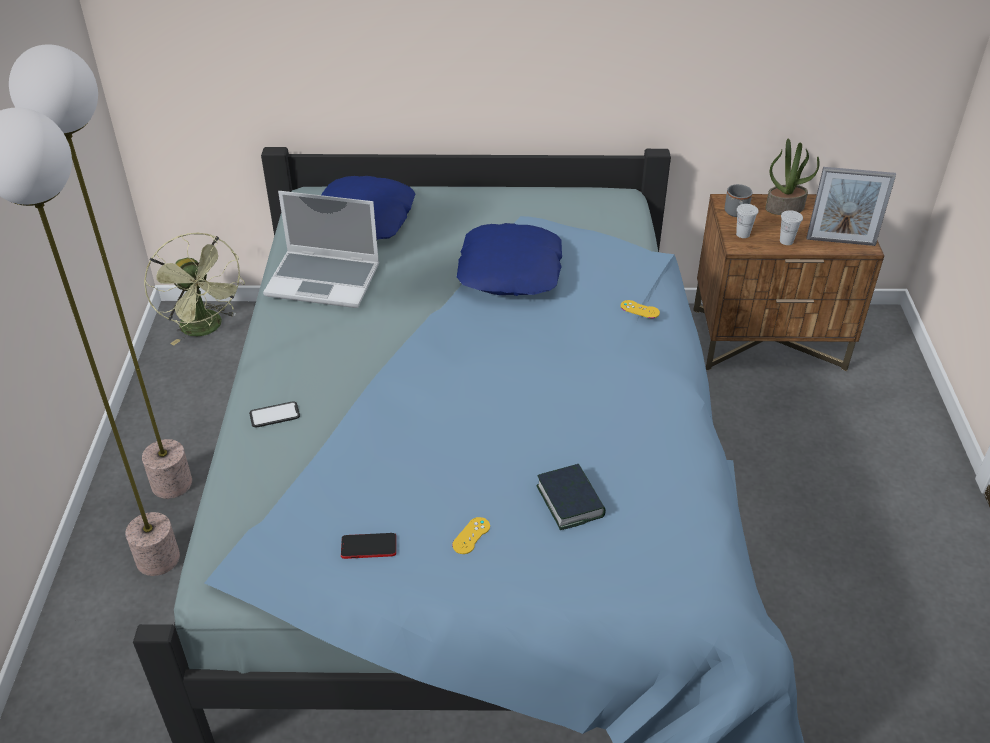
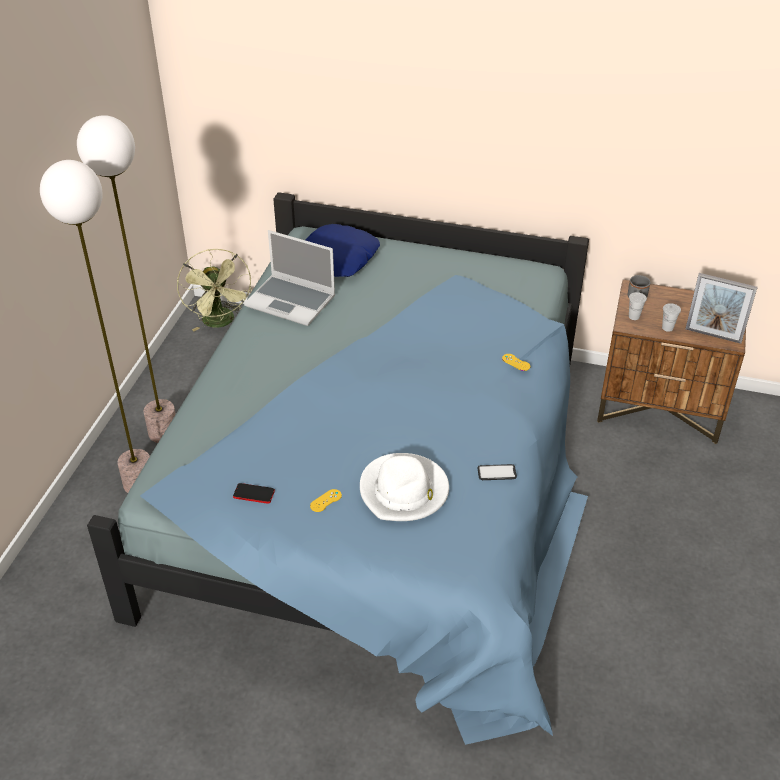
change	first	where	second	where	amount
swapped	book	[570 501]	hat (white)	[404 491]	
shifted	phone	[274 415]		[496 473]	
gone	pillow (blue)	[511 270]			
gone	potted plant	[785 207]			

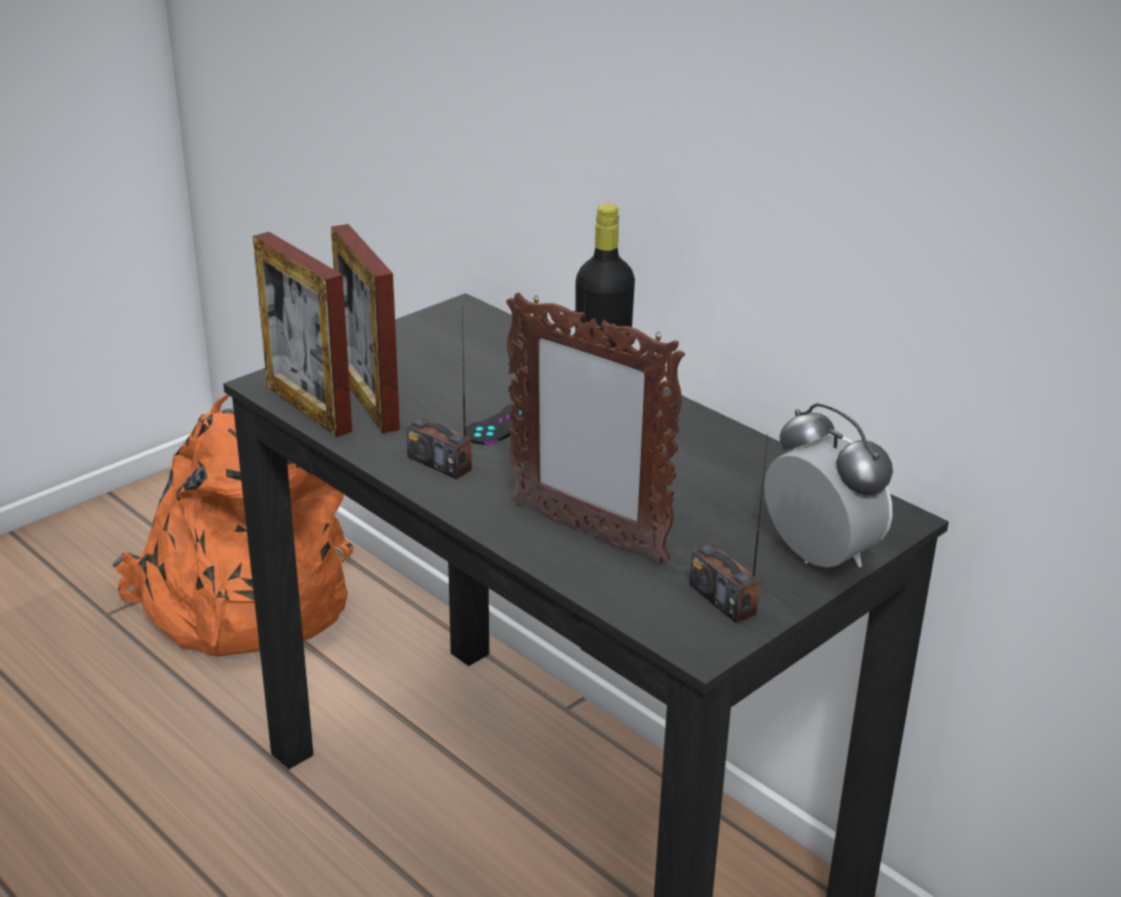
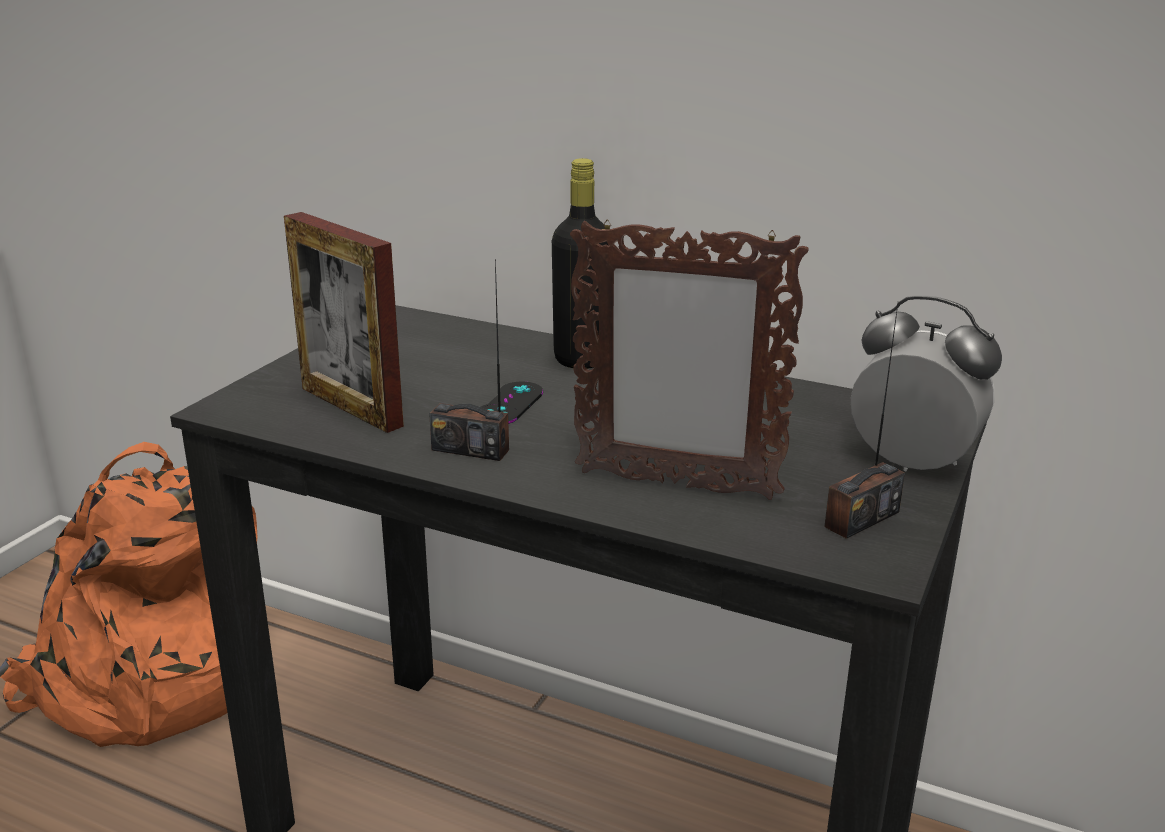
change	first	where	second	where	amount
rotated	radio	[723 599]		[861 519]	75 degrees counterclockwise
gone	picture frame	[308 408]			

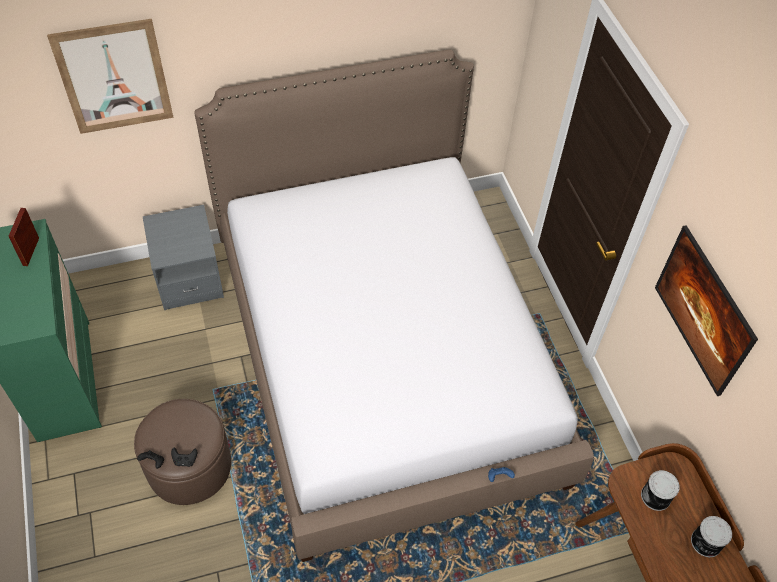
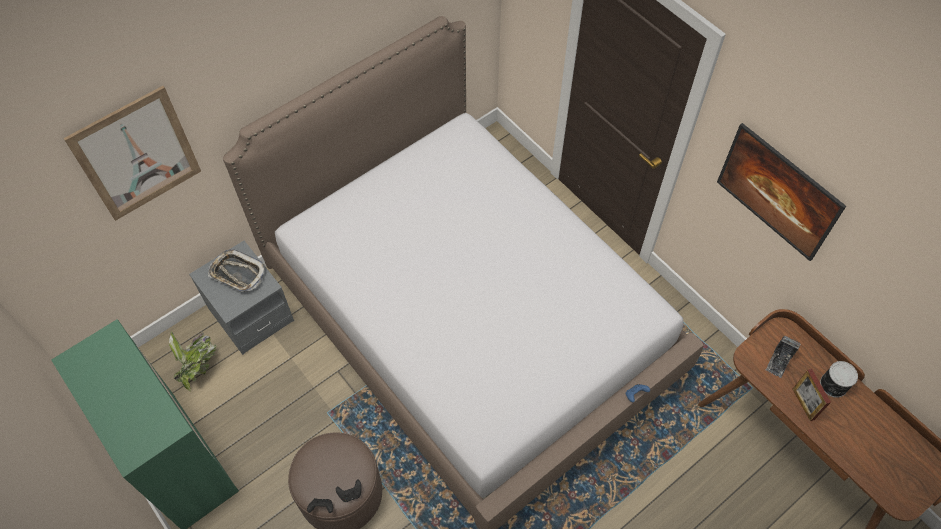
change	first	where	second	where	amount
new			potted plant	[199 366]	
new			tray	[237 273]	
swapped	can	[656 496]	photo camera	[779 362]	
shifted	picture frame	[31 251]		[803 404]	

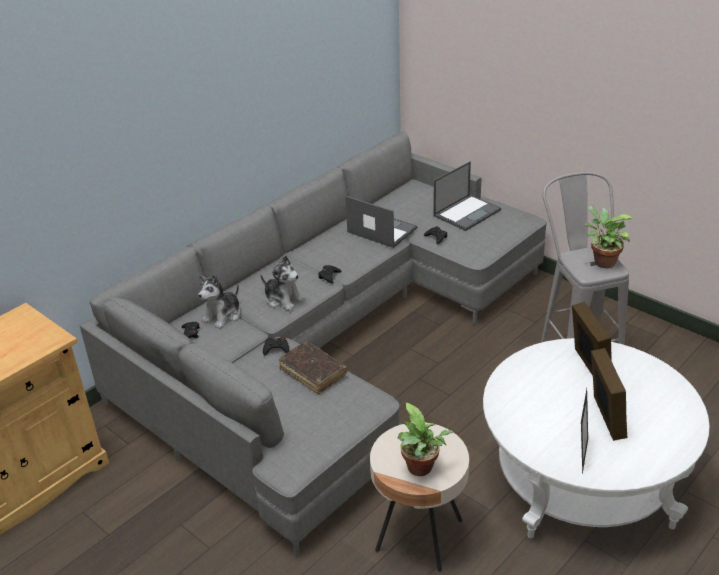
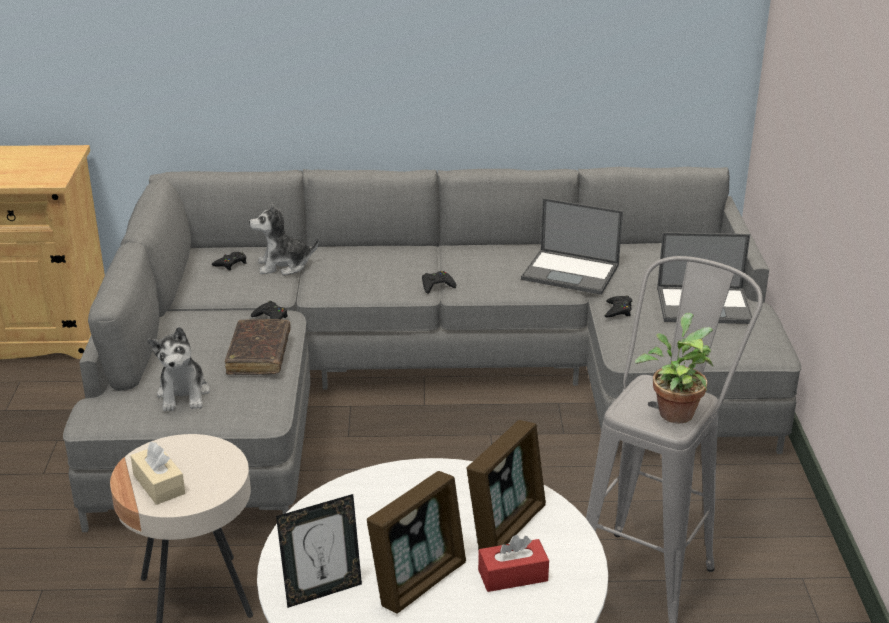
change	first	where	second	where	amount
swapped	potted plant	[421 470]	tissue box (beige)	[159 484]	
shifted	plush toy	[283 299]		[184 394]	
new			tissue box (red)	[513 575]	
rotated	laptop	[381 230]		[571 272]	120 degrees clockwise

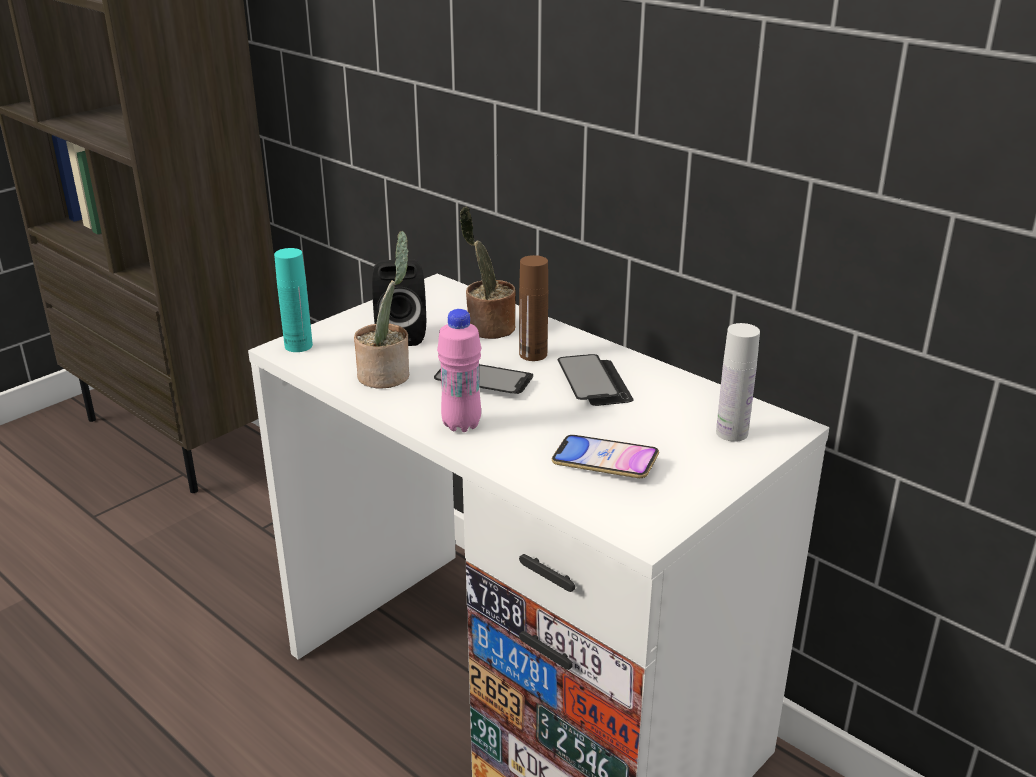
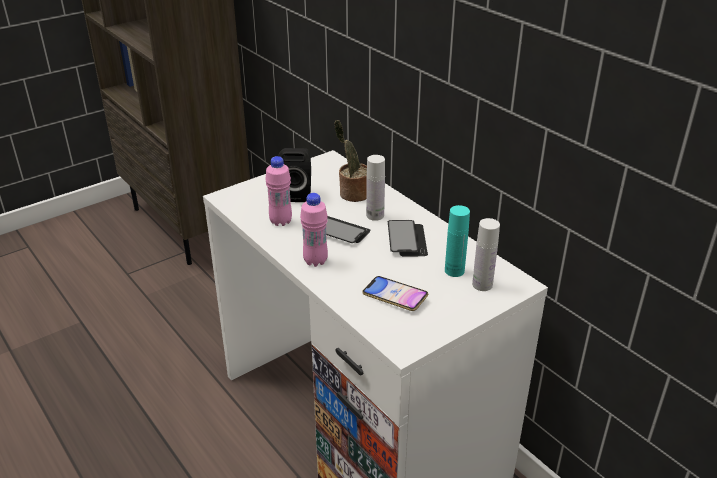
change	first	where	second	where	amount
swapped	potted plant	[387 375]	bottle (pink)	[281 221]	
repainted	bottle (brown)	[533 354]	bottle (white)	[375 215]	
shifted	bottle (turquoise)	[298 346]		[454 271]	

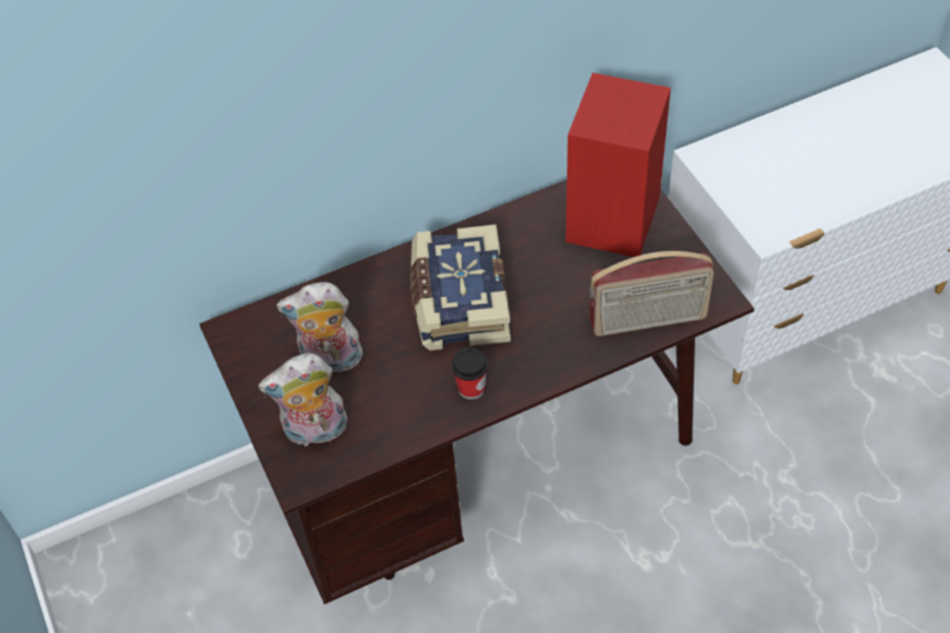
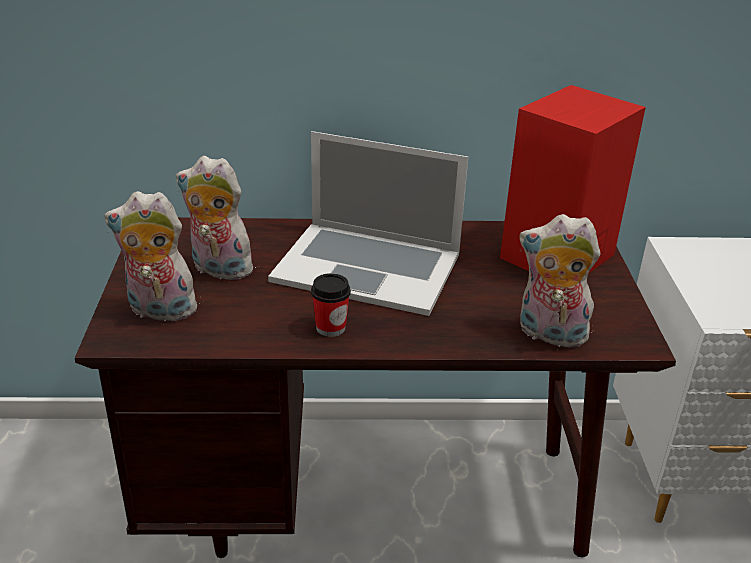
change	first	where	second	where	amount
swapped	book	[458 301]	laptop	[367 267]	
swapped	radio	[648 321]	plush toy	[549 335]	

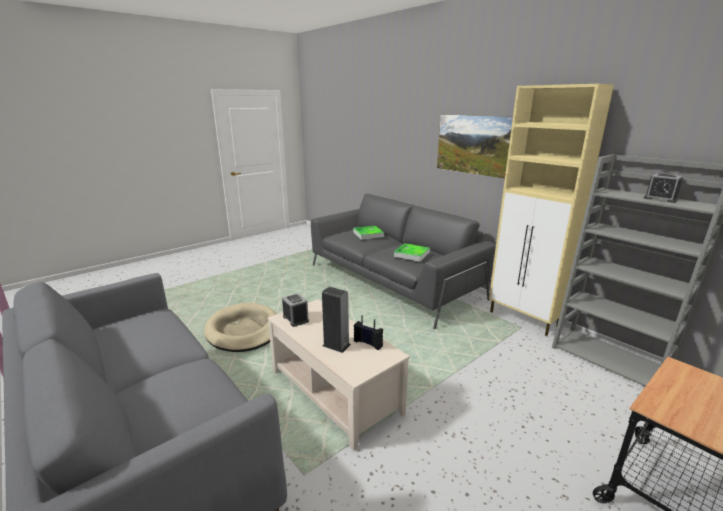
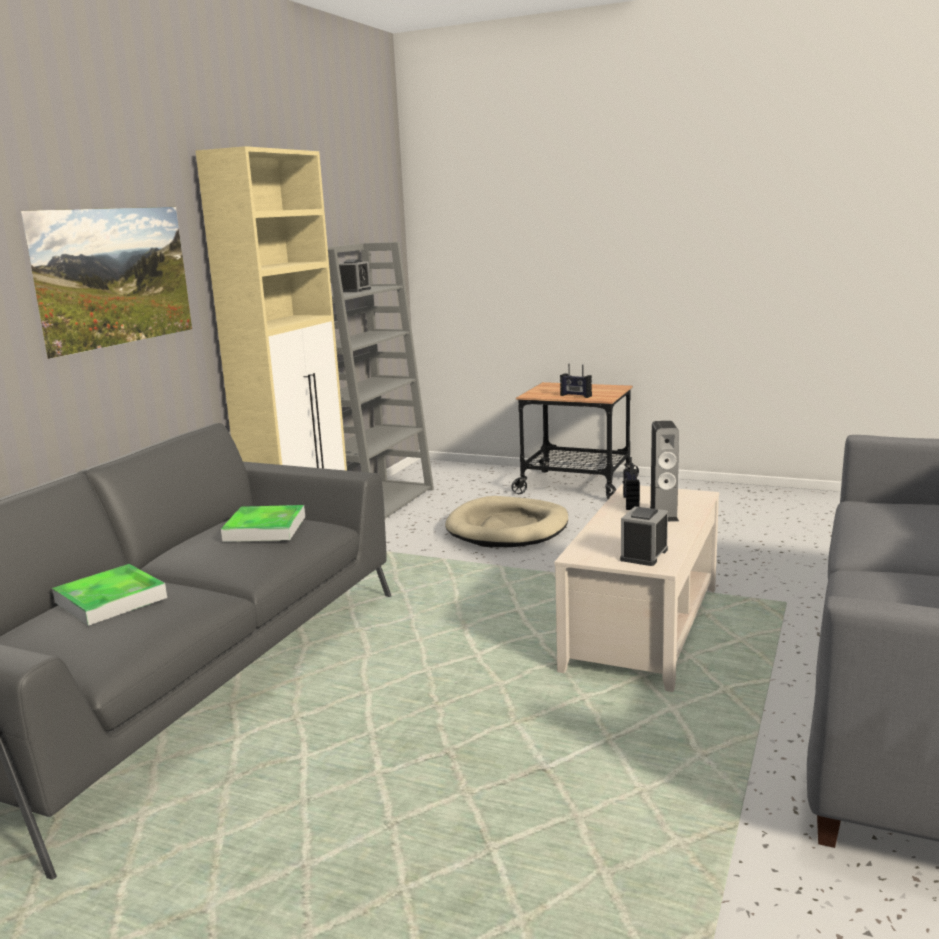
change	first	where	second	where	amount
shifted	dog bed (beige)	[243 330]		[508 528]	
new			radio	[575 396]	

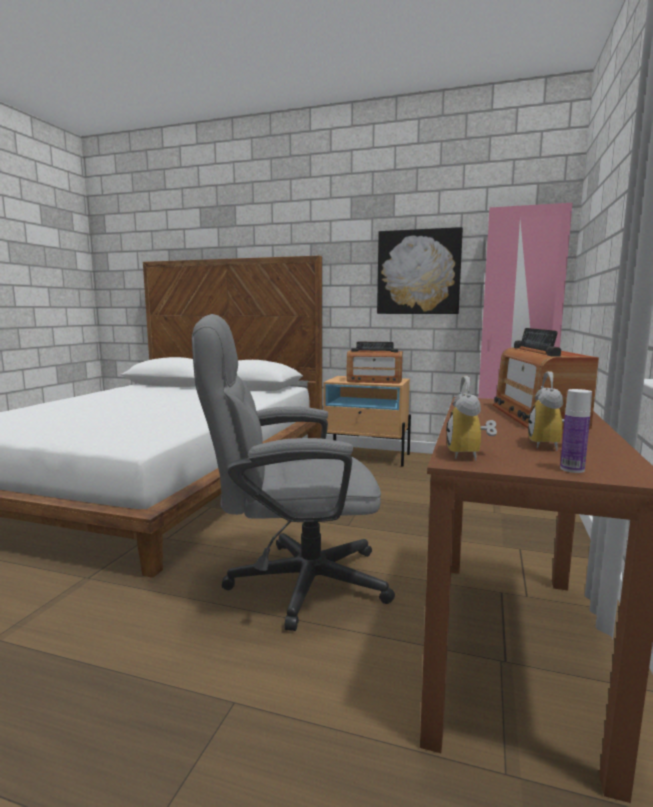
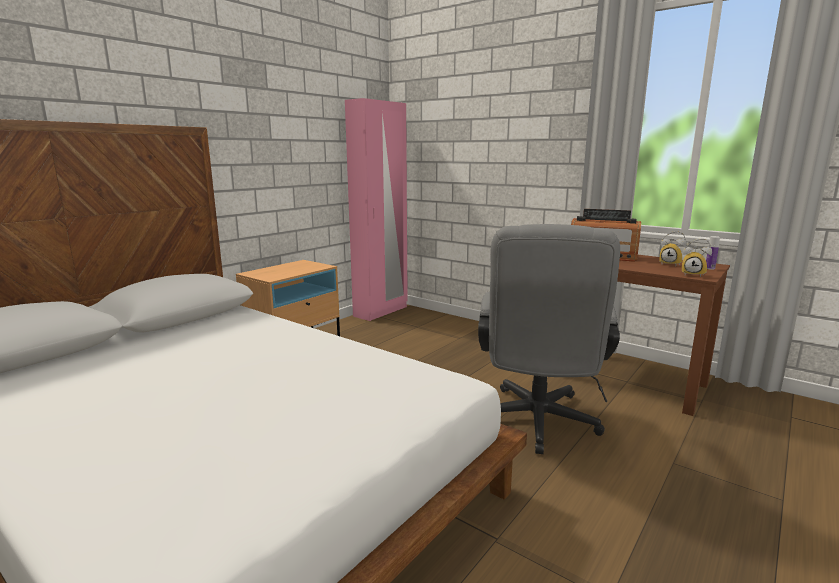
change	first	where	second	where	amount
gone	radio	[374 381]			
gone	picture	[418 272]			

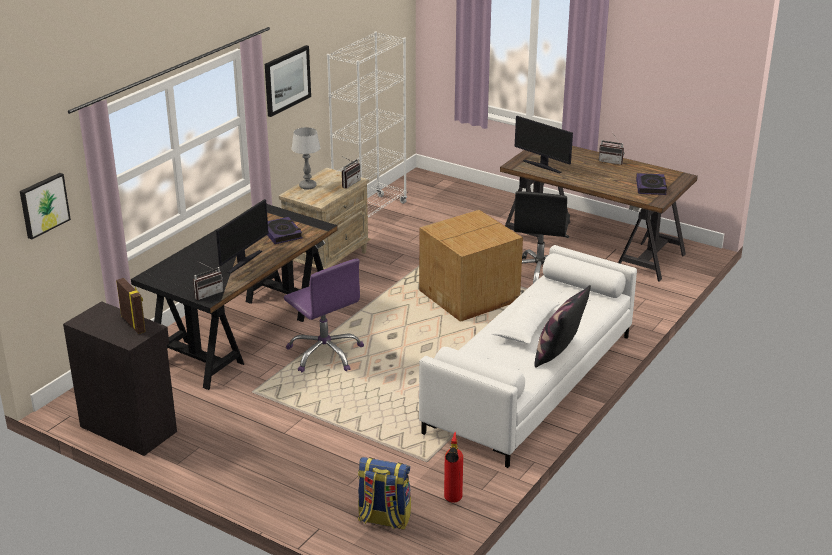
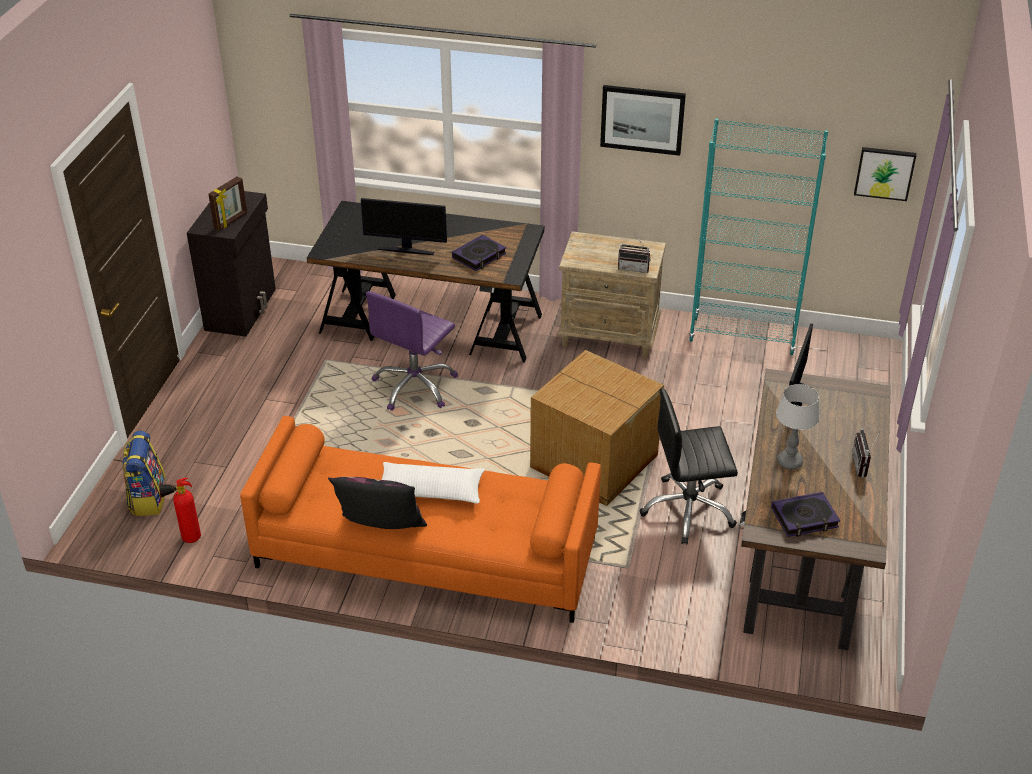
change	first	where	second	where	amount
repainted	sofa (white)	[531 383]	sofa (orange)	[425 553]	
repainted	bookcase (white)	[370 214]	bookcase (turquoise)	[743 336]	
shifted	table lamp	[307 186]		[790 461]	
shifted	picture	[43 205]		[884 172]	
gone	radio	[207 293]			

